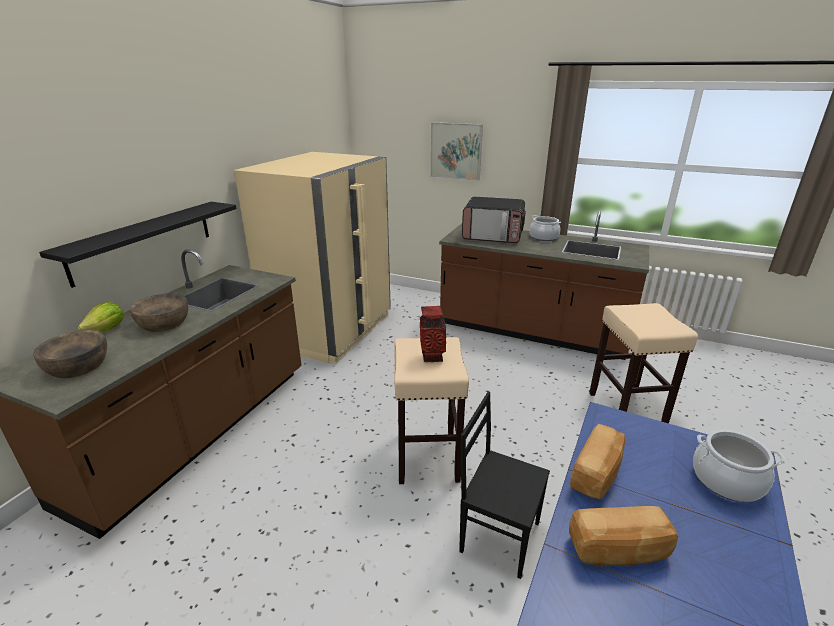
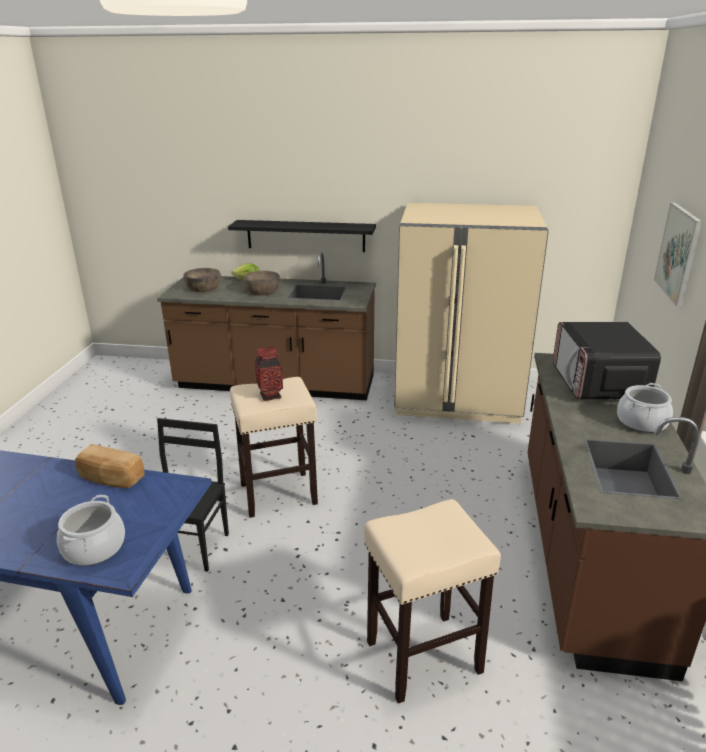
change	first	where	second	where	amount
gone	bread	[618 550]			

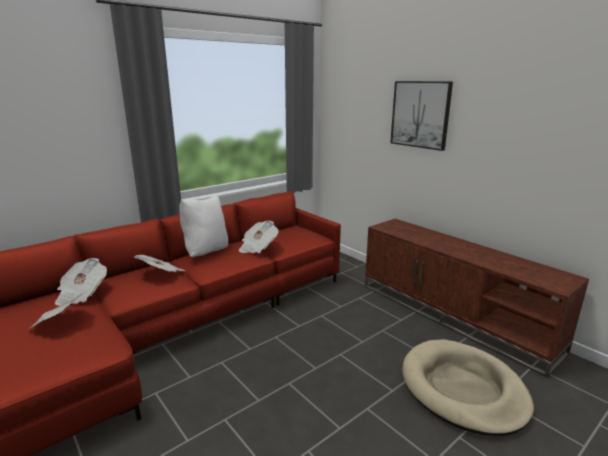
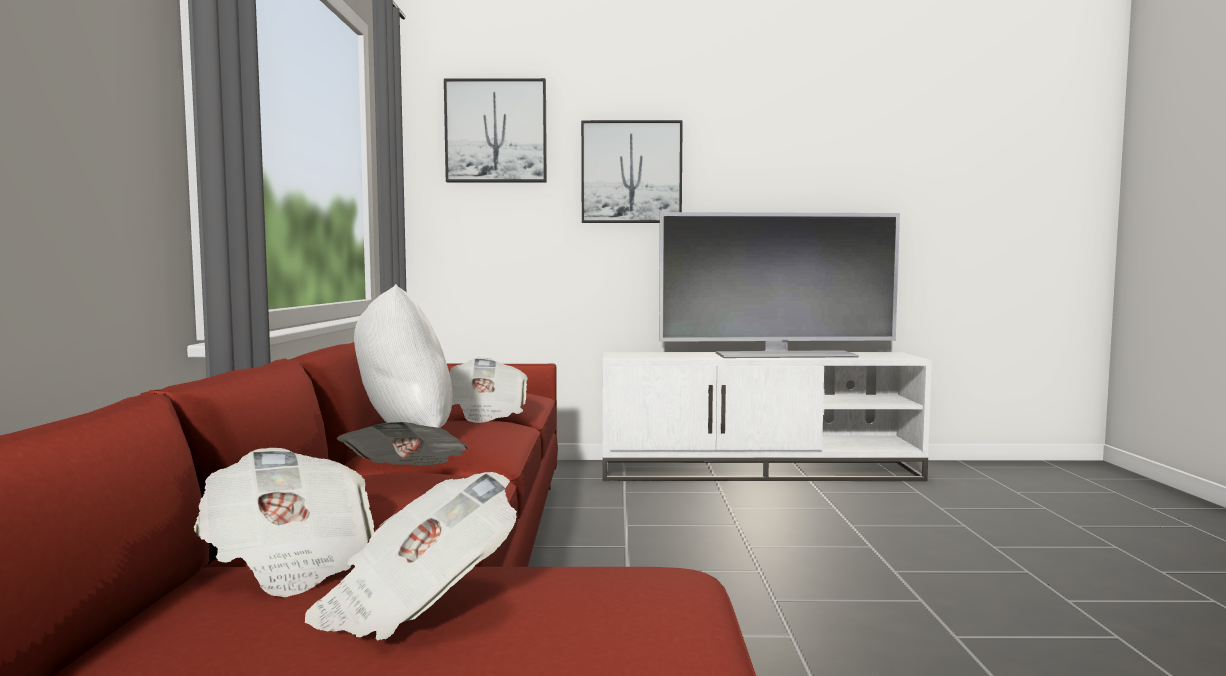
change	first	where	second	where	amount
new			picture	[496 131]	
repainted	tv stand (brown)	[454 316]	tv stand (white)	[759 470]	
new			television	[784 355]	
gone	dog bed (beige)	[462 389]			

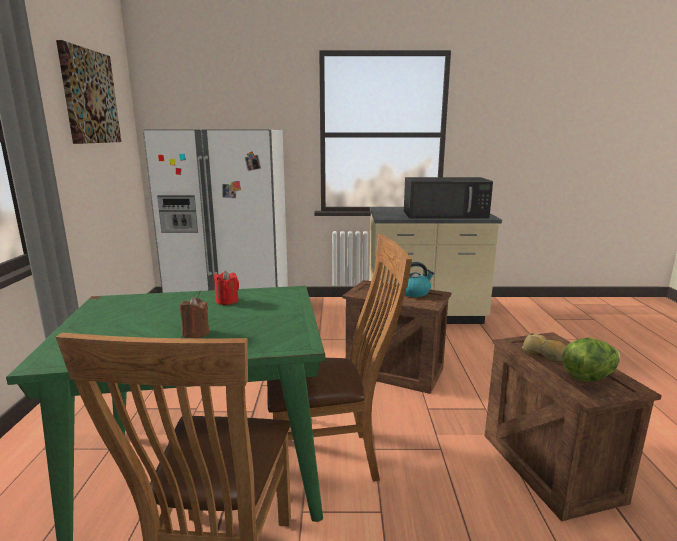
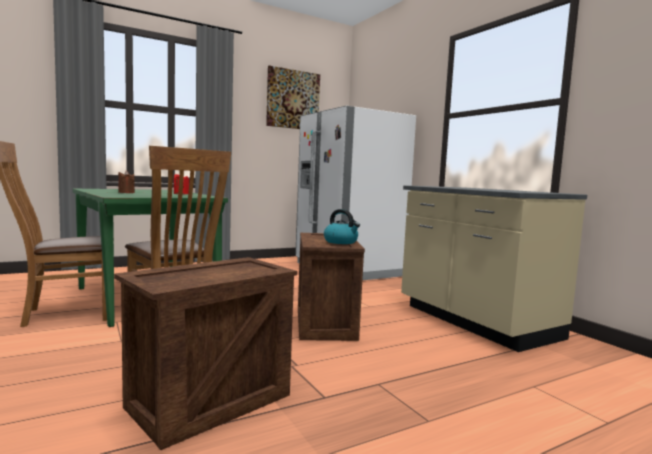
change	first	where	second	where	amount
gone	microwave (black)	[446 214]			
gone	bread	[544 354]			
gone	lettuce	[589 376]			

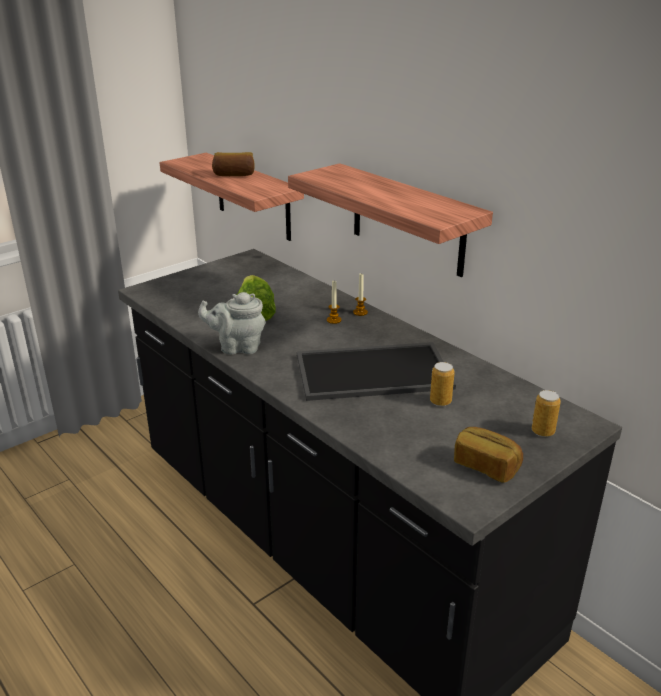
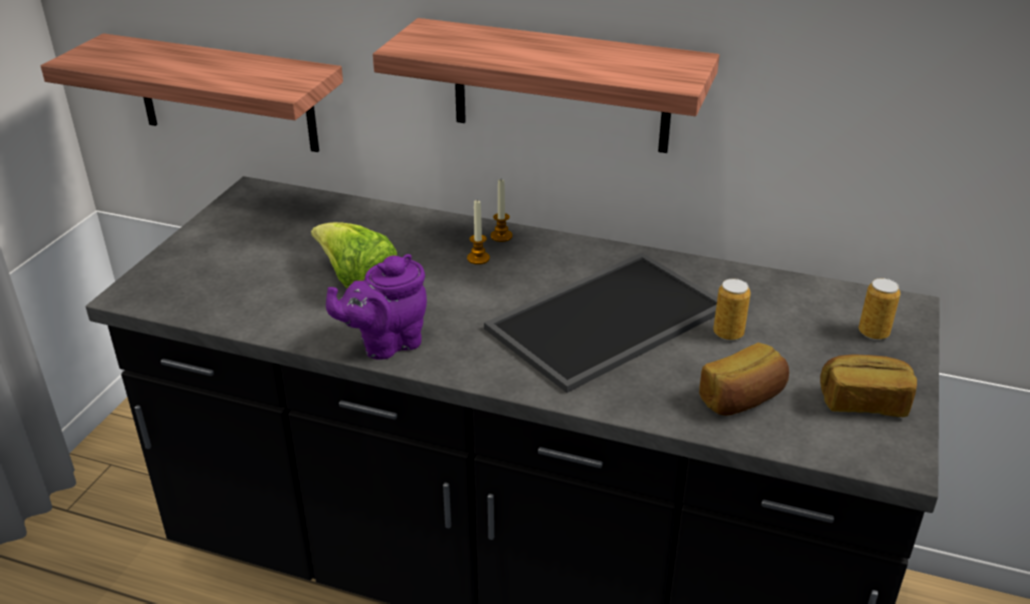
change	first	where	second	where	amount
repainted	teapot (grey)	[237 347]	teapot (purple)	[386 343]	
shifted	bread	[234 175]		[743 399]	

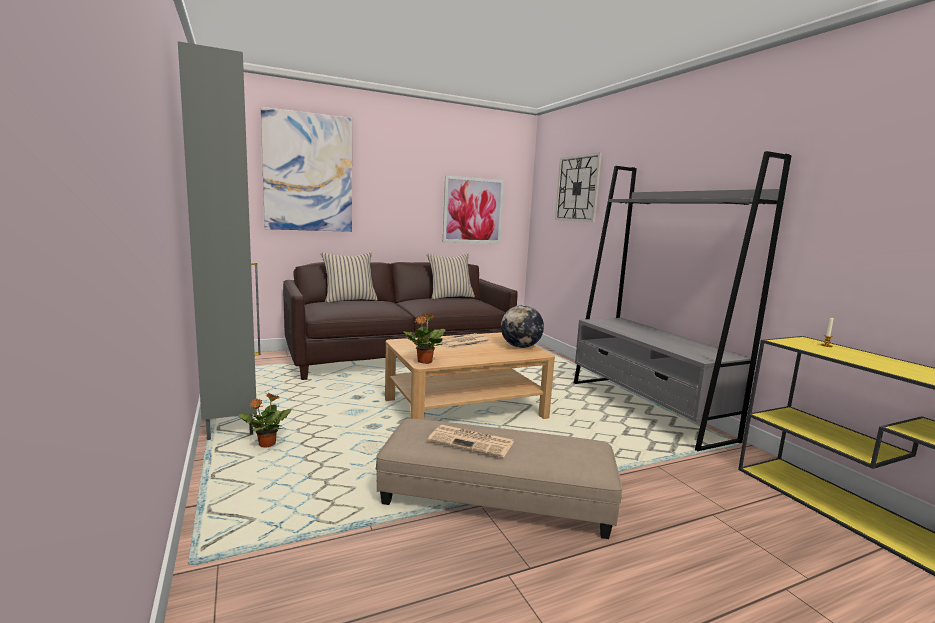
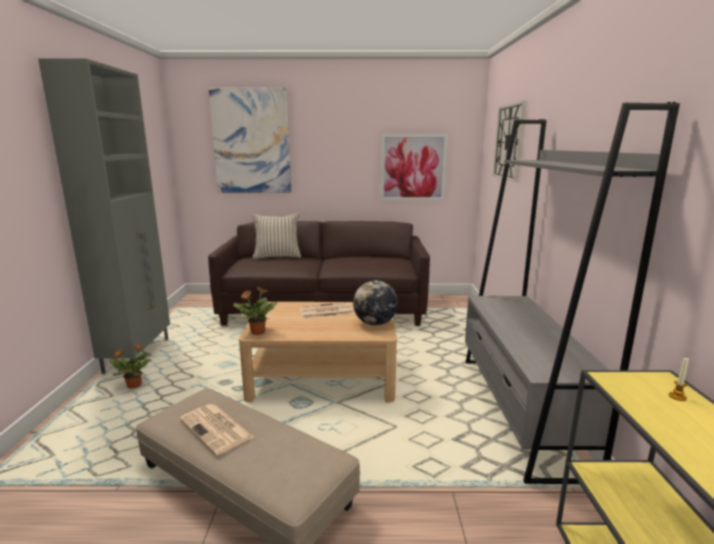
change	first	where	second	where	amount
gone	pillow (beige)	[450 297]			

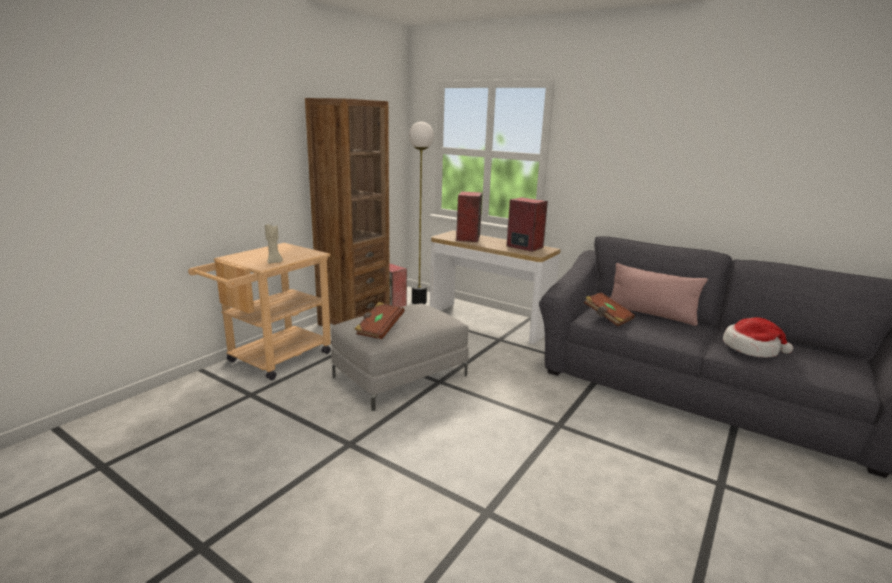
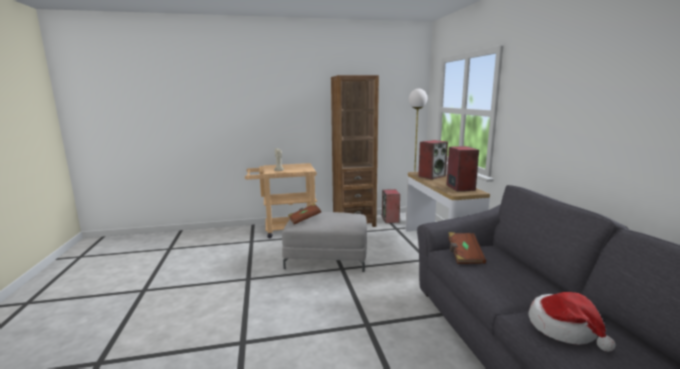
change	first	where	second	where	amount
gone	pillow (pink)	[650 314]			

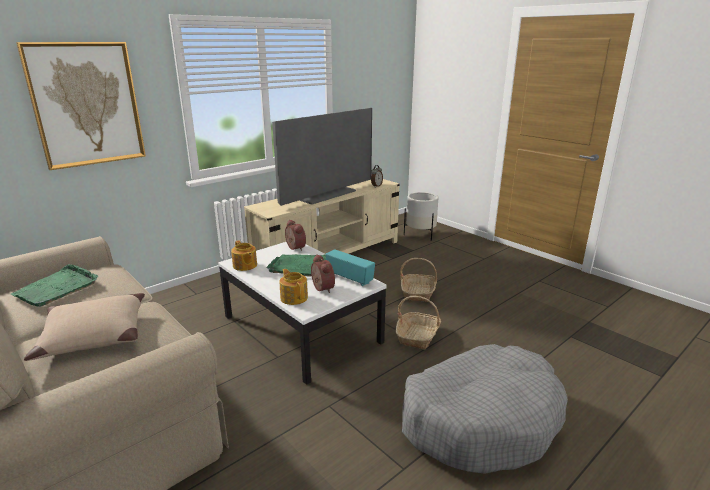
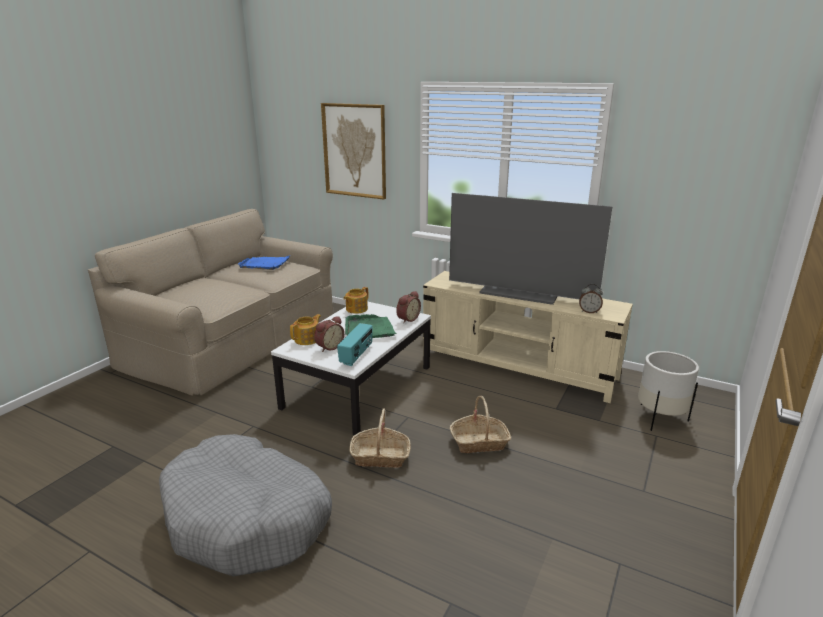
change	first	where	second	where	amount
repainted	tray (green)	[57 288]	tray (blue)	[265 264]	
gone	pillow (beige)	[94 335]			

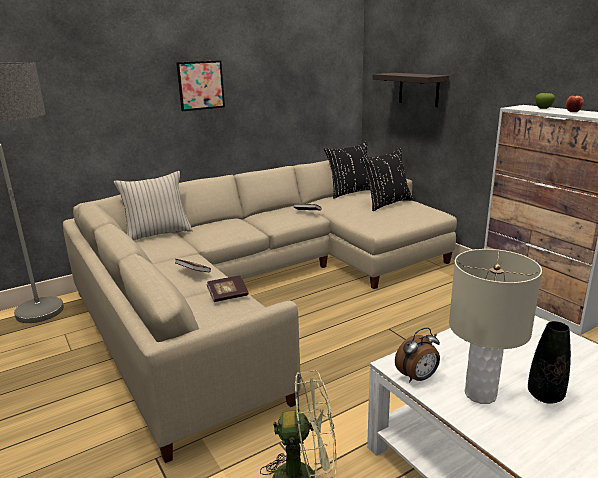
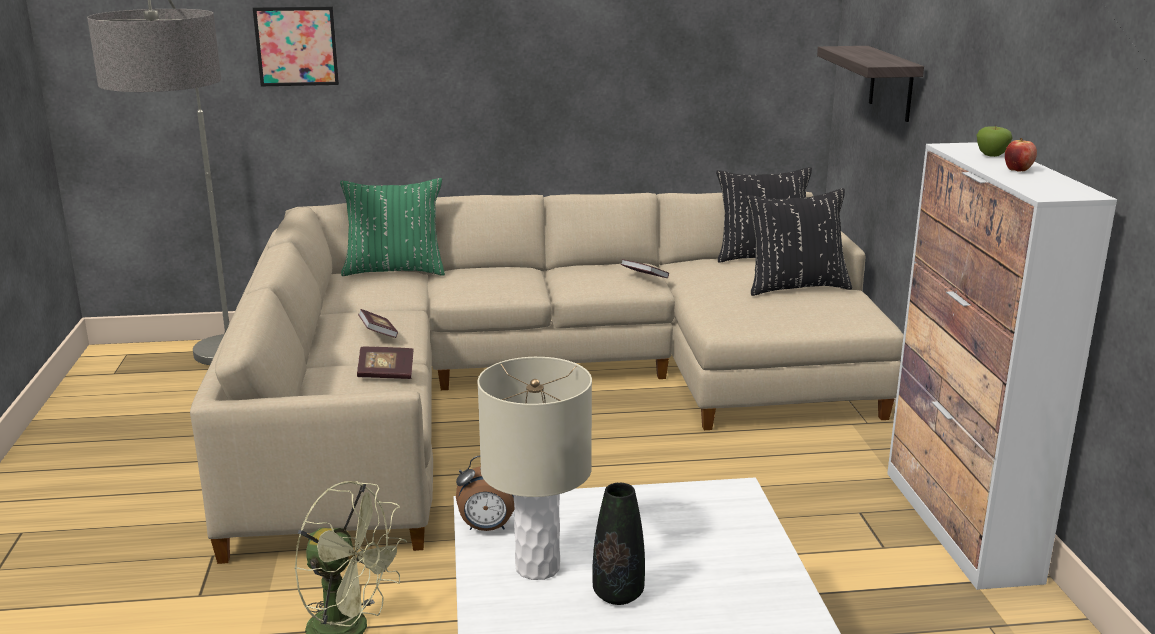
change	first	where	second	where	amount
shifted	picture	[201 85]		[296 46]	
repainted	pillow (beige)	[157 234]	pillow (green)	[394 271]	

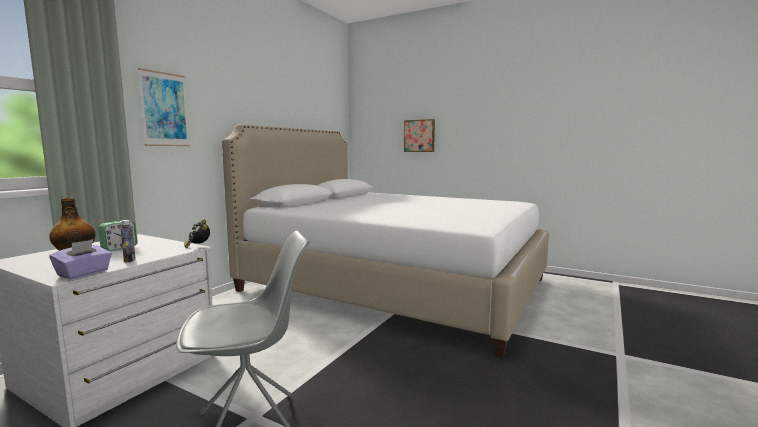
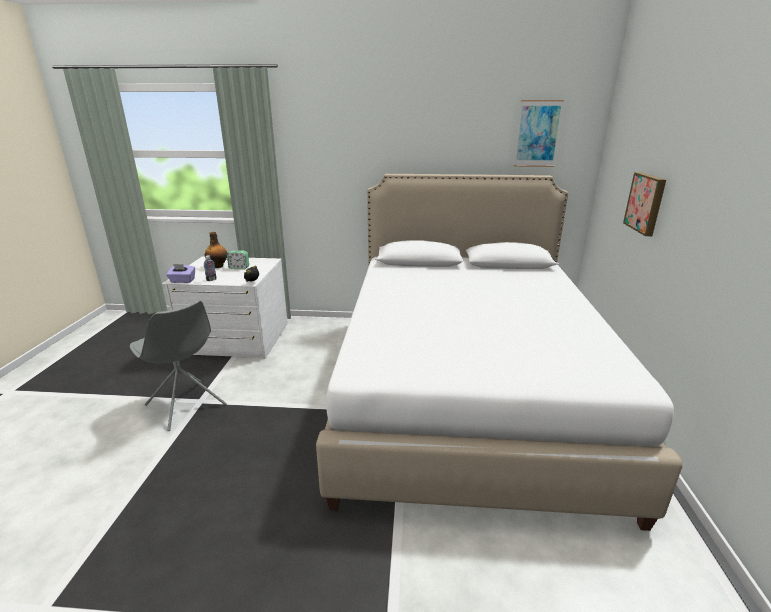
change	first	where	second	where	amount
shifted	picture	[165 109]		[537 134]	

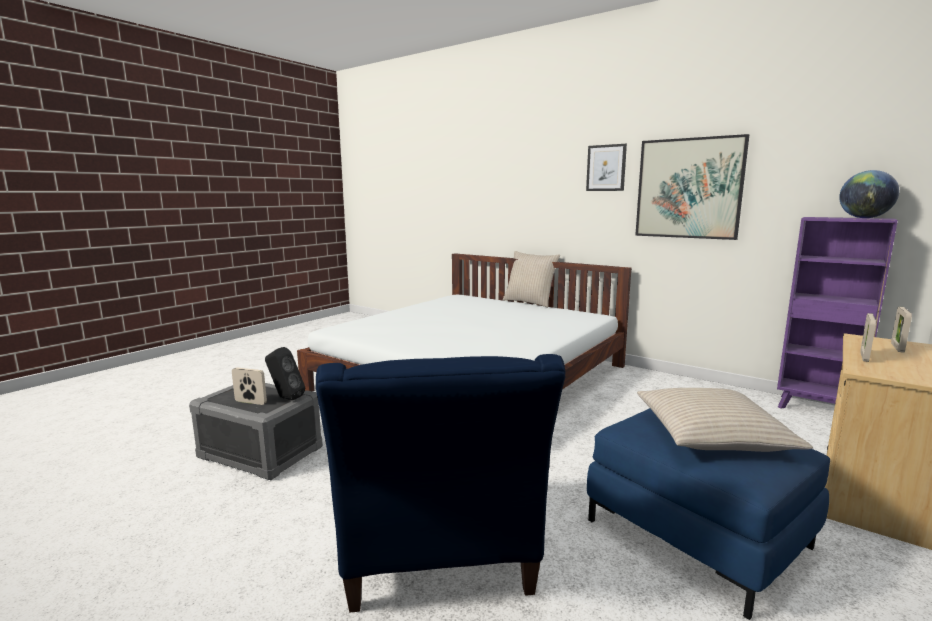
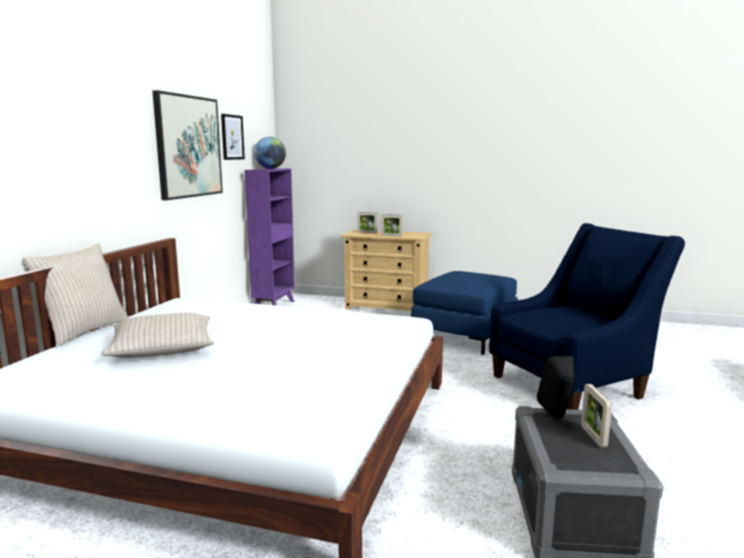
change	first	where	second	where	amount
shifted	pillow (beige)	[711 434]		[162 348]	
shifted	picture	[606 168]		[232 137]	

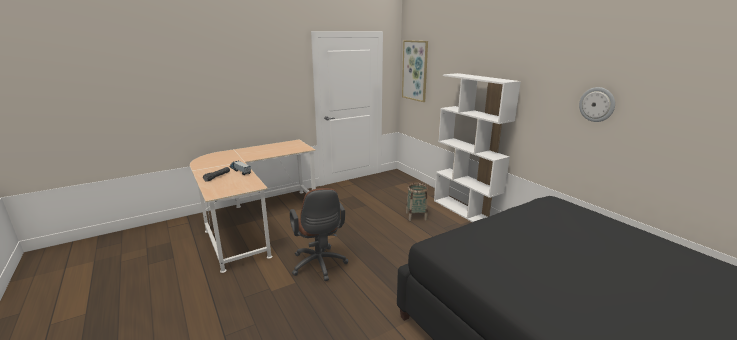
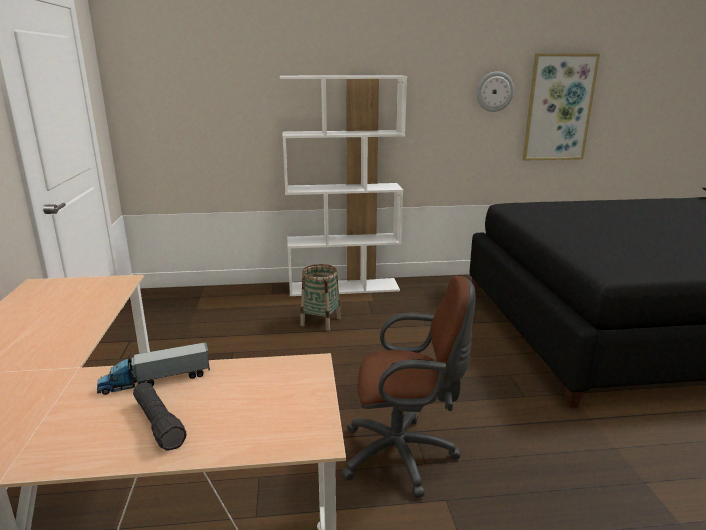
change	first	where	second	where	amount
shifted	picture	[415 70]		[558 108]	

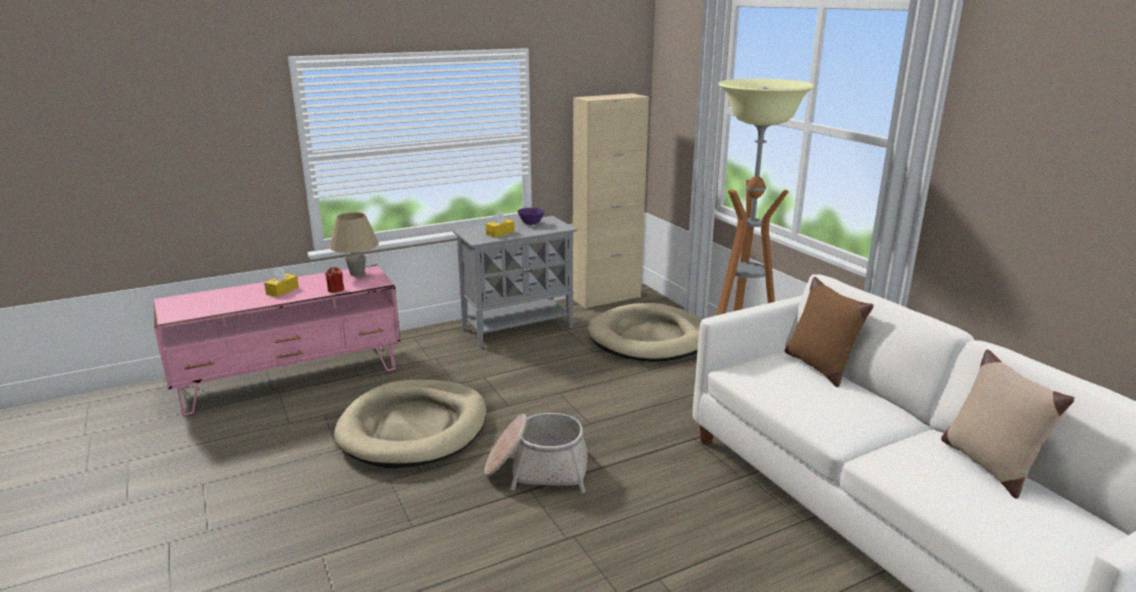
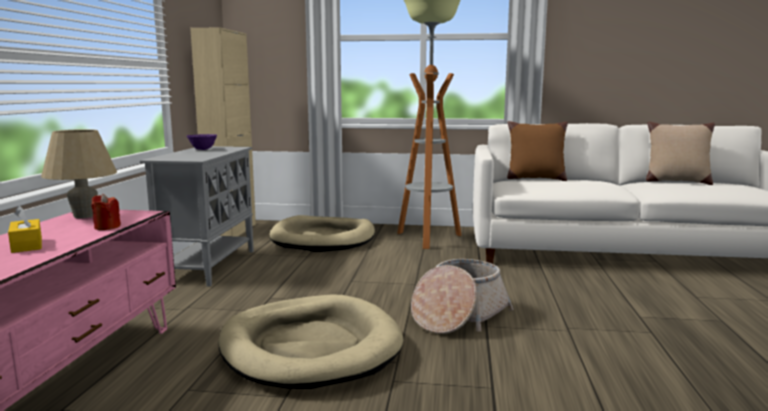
change	first	where	second	where	amount
gone	tissue box (yellow)	[500 233]			

